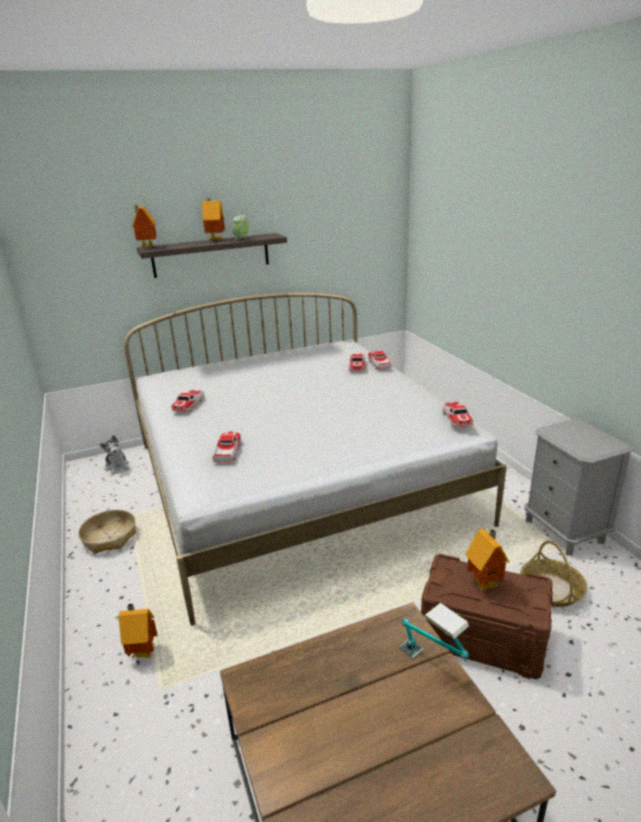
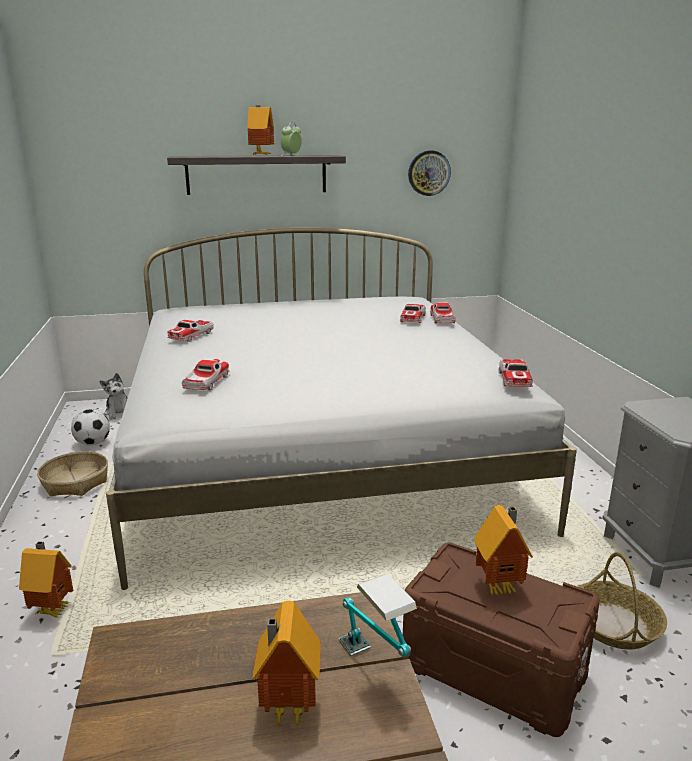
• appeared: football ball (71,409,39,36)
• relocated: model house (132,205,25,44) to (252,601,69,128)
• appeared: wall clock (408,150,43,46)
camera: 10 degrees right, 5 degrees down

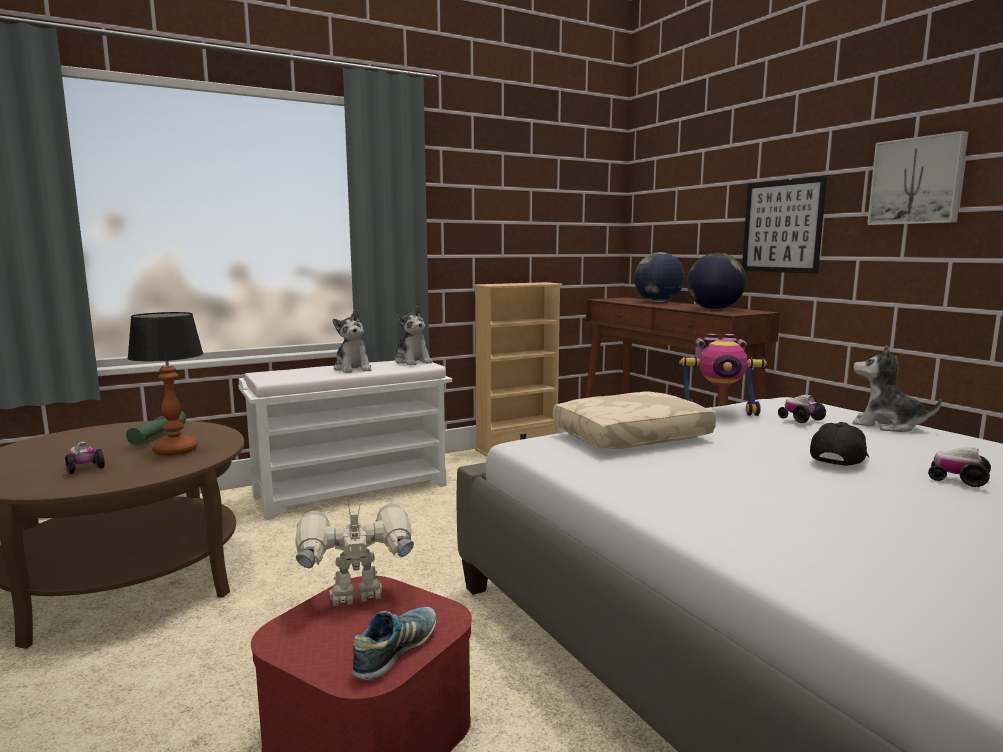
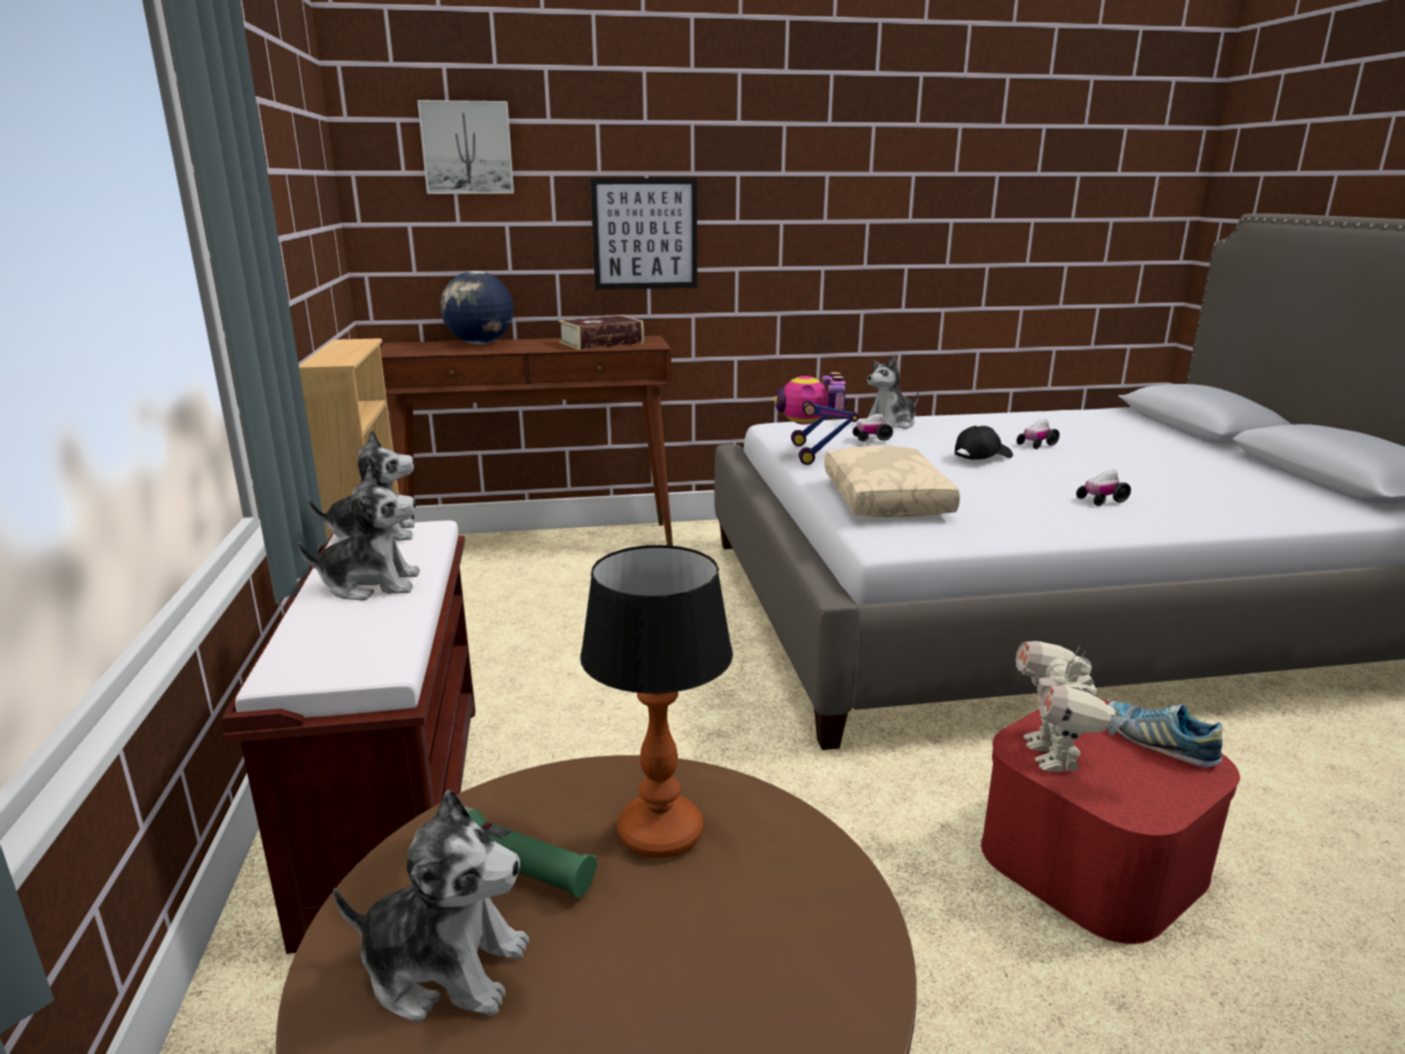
• colour: bench in white-coloured (238,360,214,160) to bench in brown (222,520,254,434)
• appeared: plush toy (333,789,196,233)
• relocated: wall art (867,131,102,94) to (417,100,97,94)
• exchanged: desk globe (687,253,59,57) to bound book (559,315,85,35)
• spun: toy robot (679,334,88,82) = (774,372,85,93) 150 degrees clockwise
• spun: baseball cap in black-coloured (810,422,60,44) = (955,426,58,34) 90 degrees clockwise
• relocated: toy car (65,442,40,32) to (1076,470,55,36)
camera: 70 degrees left, 10 degrees up

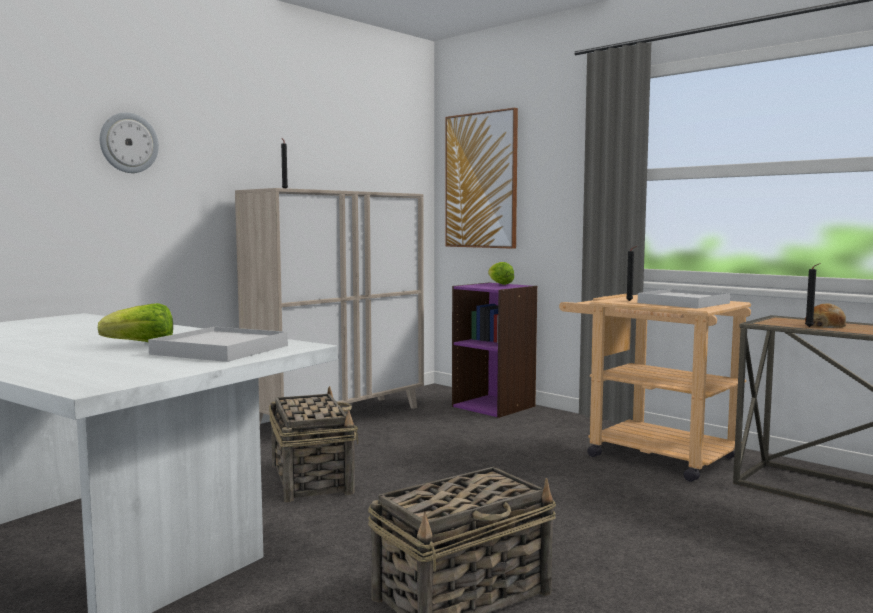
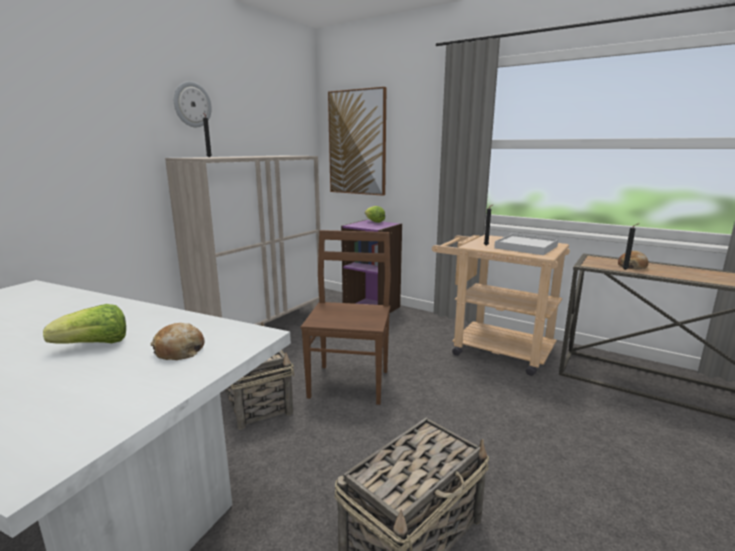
• exchanged: serving tray in white-coloured (148,327,140,35) to bakery bread (150,323,54,37)
• relocated: wall clock (100,112,59,61) to (174,81,38,46)
• appeared: chair in brown (301,230,90,175)
camera: 10 degrees left, 10 degrees up

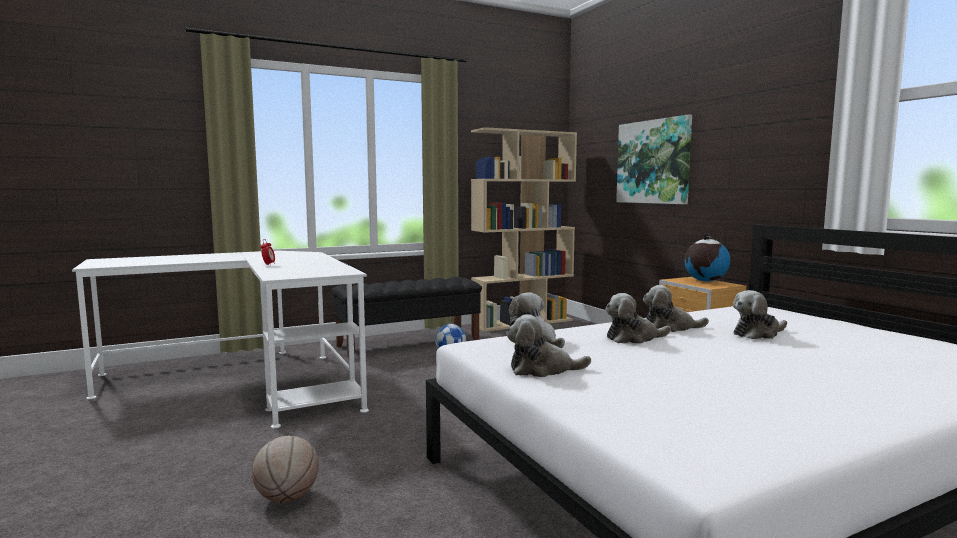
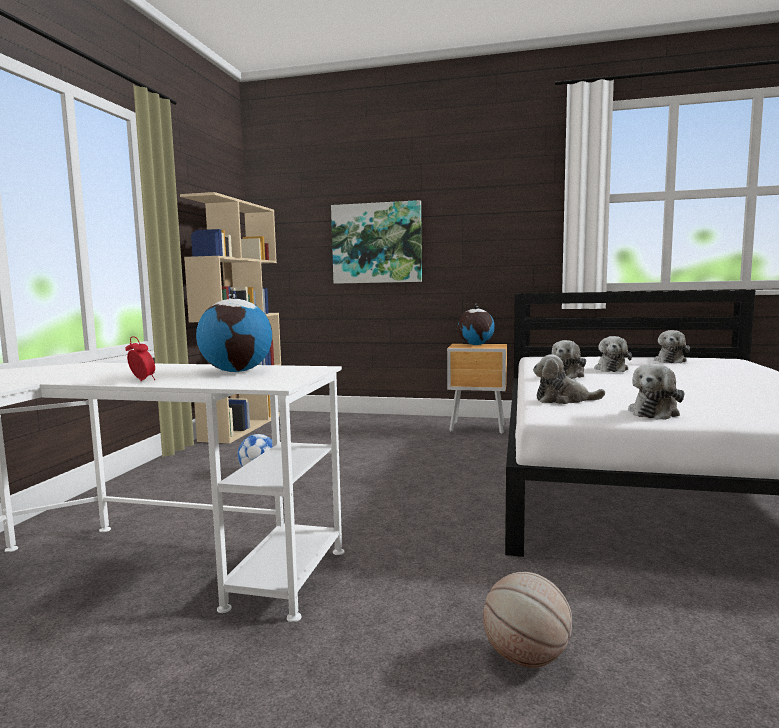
• appeared: desk globe (196,288,76,84)
• relocated: plush toy (605,293,66,51) to (654,330,36,34)
• missing: bench in black-coloured (332,277,150,82)
camera: 50 degrees left, 0 degrees up

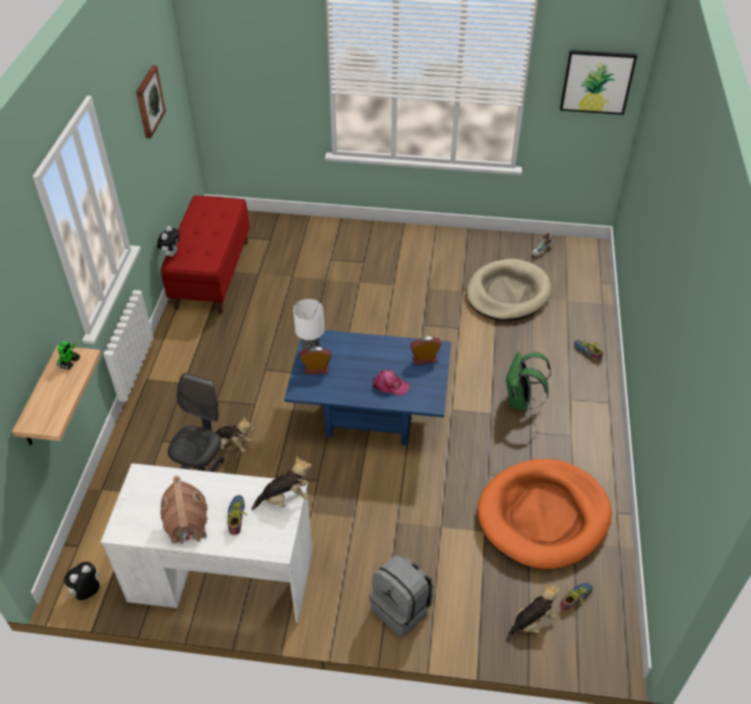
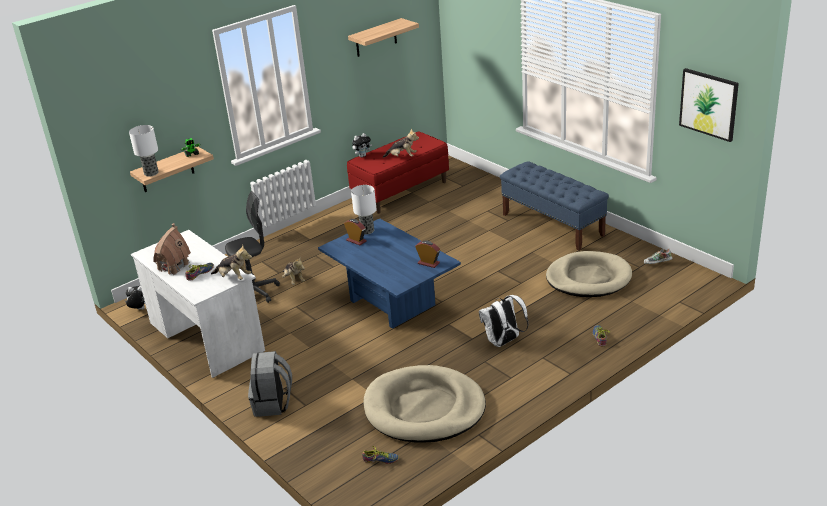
• appeared: table lamp (129,125,30,52)
• exchanged: wall art (136,65,30,74) to bracket shelf (348,18,71,39)
• colour: dog bed in orange-coloured (478,459,134,111) to dog bed in beige (363,365,123,78)
• relocated: plush toy (507,583,53,59) to (383,129,36,29)
• colour: rucksack in green (505,352,46,58) to rucksack in white-coloured (479,295,50,52)
• appeared: bench in blue-coloured (500,161,109,90)
• missing: baseball cap in pink-coloured (373,370,37,26)
camera: 45 degrees right, 15 degrees down

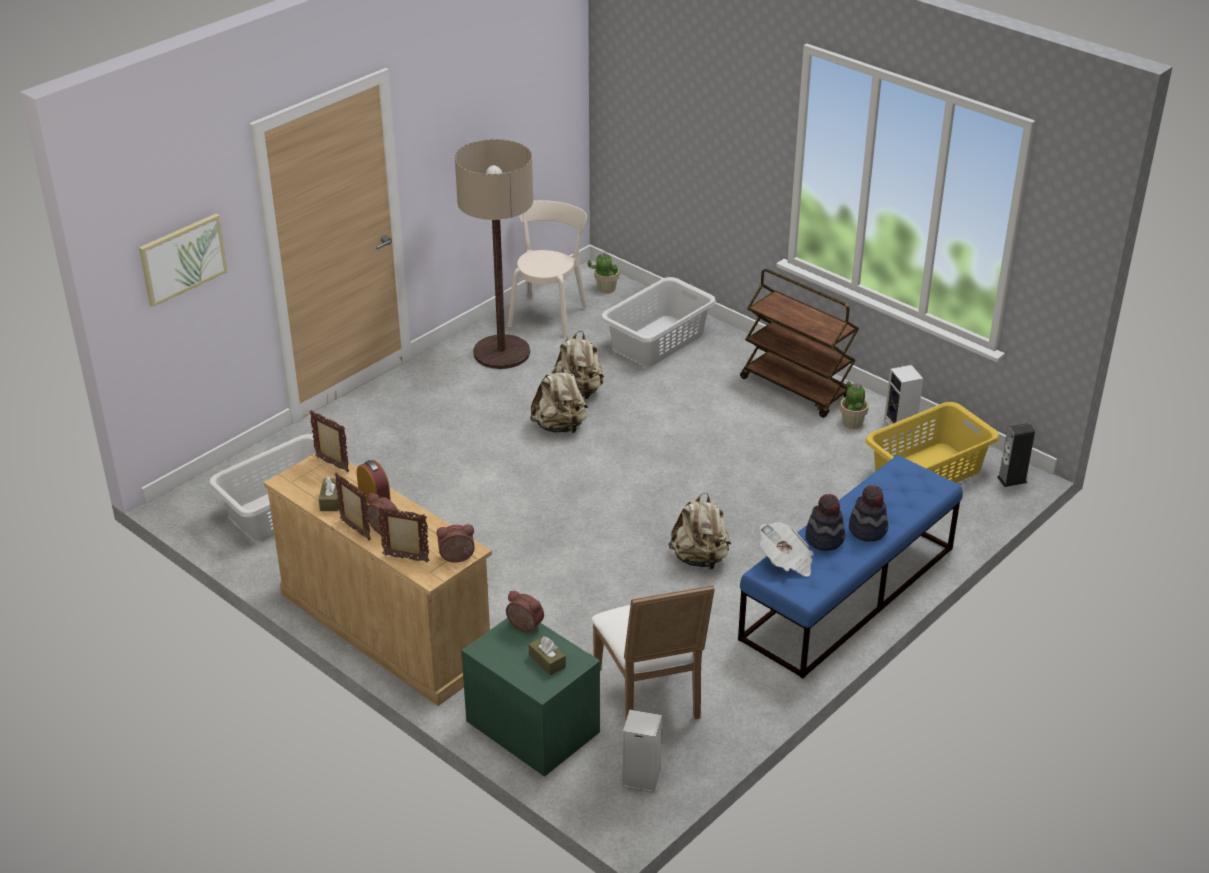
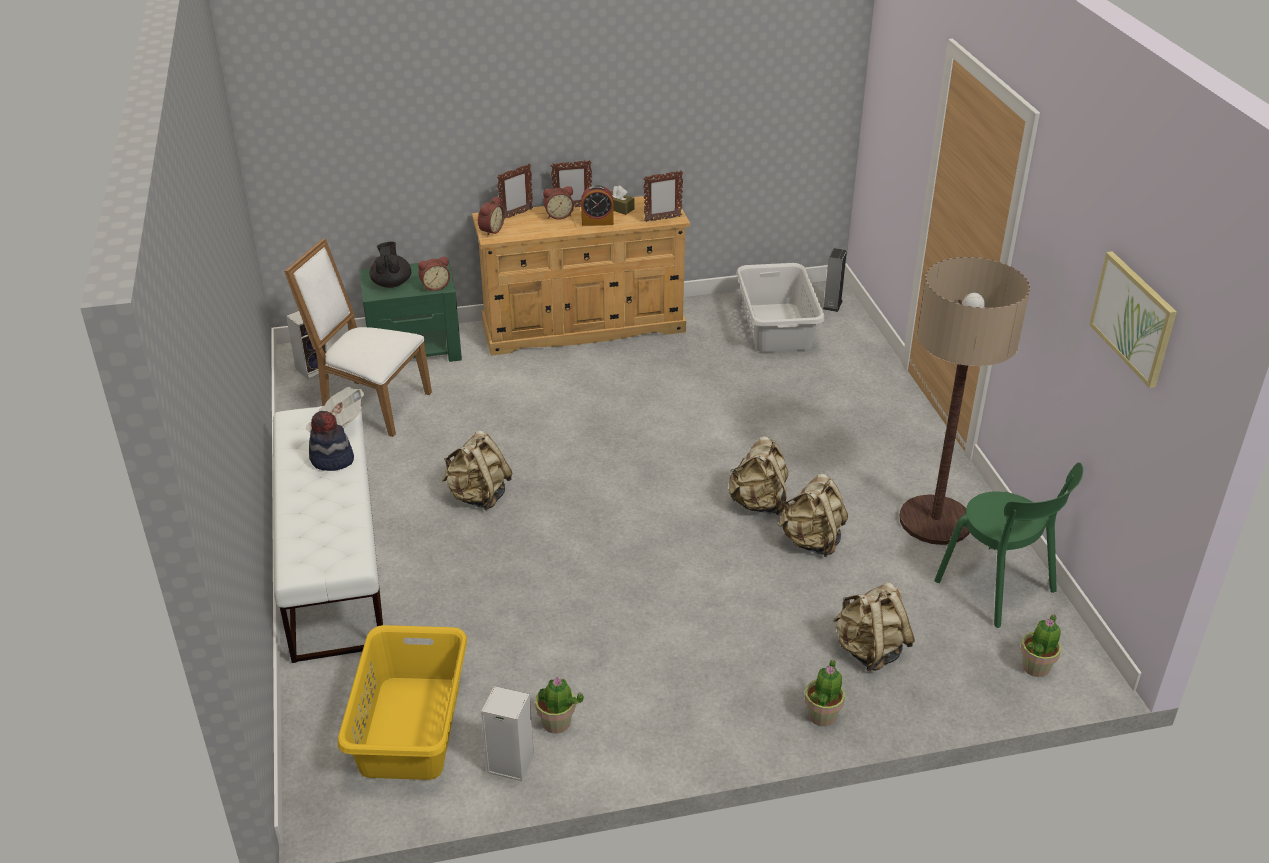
• colour: bench in blue-coloured (738,455,225,223) to bench in white-coloured (273,406,110,257)
• exchanged: tissue holder in brown (529,636,37,40) to teapot in black-coloured (370,242,41,46)
• appeared: plant in a pot (805,659,40,67)
• relocated: loudspeaker (997,423,38,64) to (823,248,24,64)
• exchanged: hamper in greyish (601,277,115,89) to rucksack in beige (833,582,82,89)
• colour: chair in beige (508,200,79,138) to chair in green (934,462,149,166)
• relocated: wall art (139,214,89,93) to (1089,251,88,137)
• missing: trolley in brown (740,269,119,149)
• missing: hat (849,485,39,57)
camera: 125 degrees right, 0 degrees up

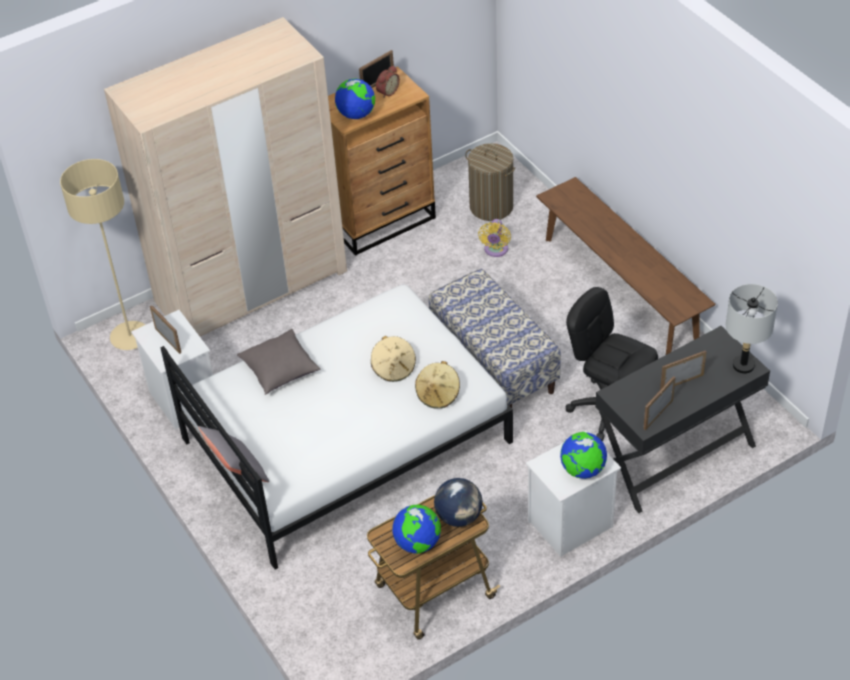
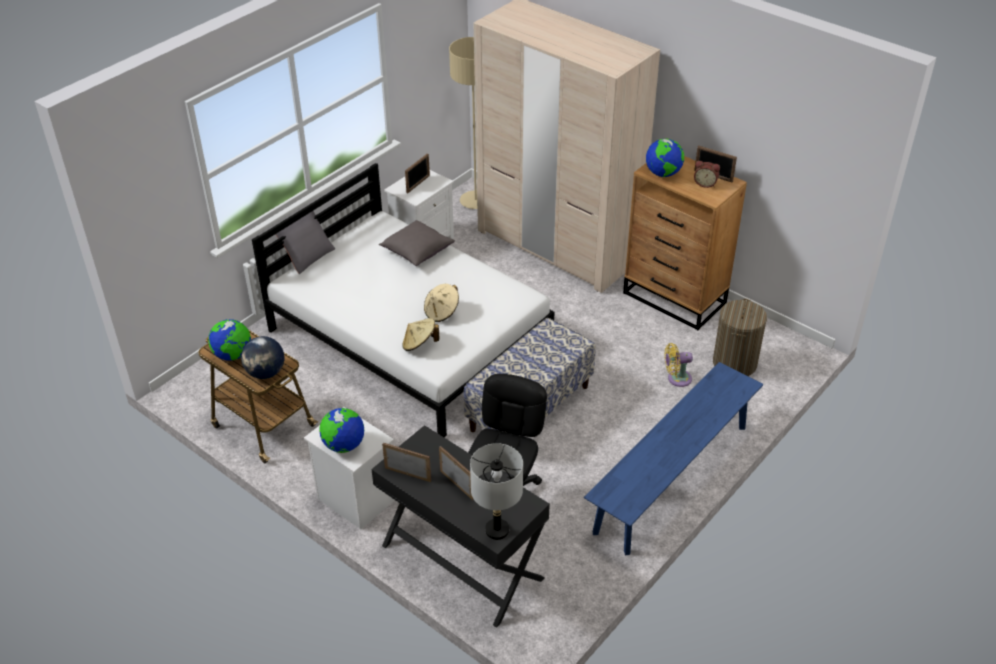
• colour: bench in brown (536,177,180,178) to bench in blue-coloured (584,362,179,194)
camera: 70 degrees right, 5 degrees down

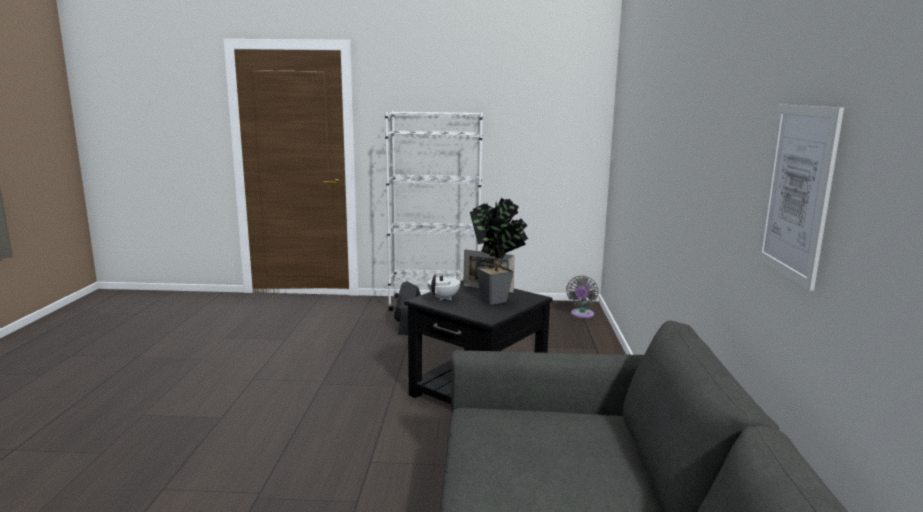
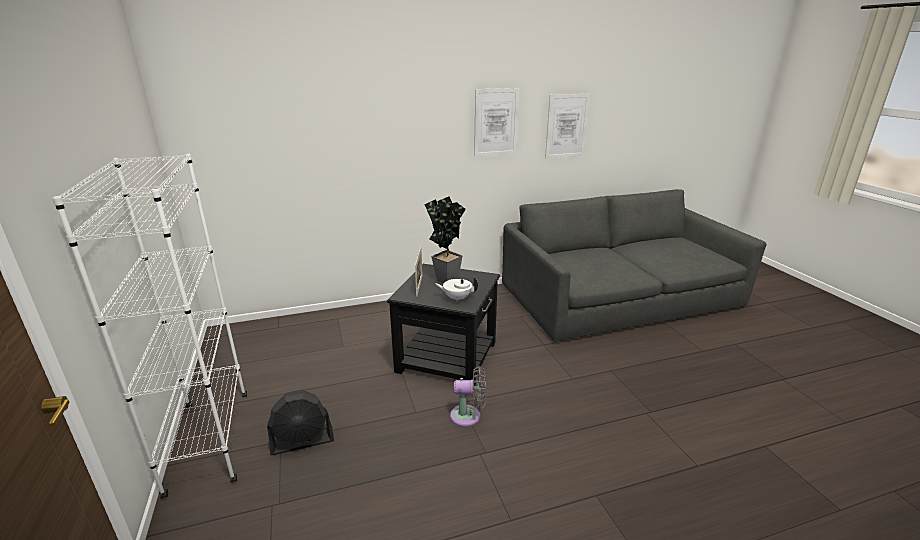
• relocated: fan in greyish (566,276,33,42) to (450,366,36,61)
• appeared: wall art (474,88,46,69)
camera: 110 degrees left, 10 degrees up

